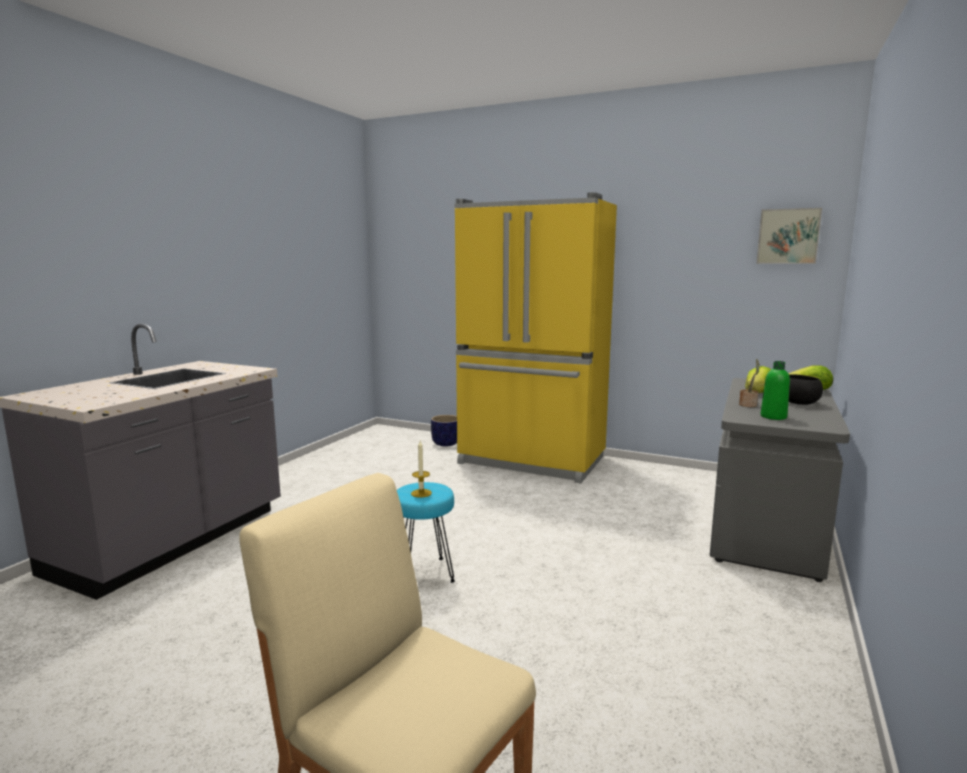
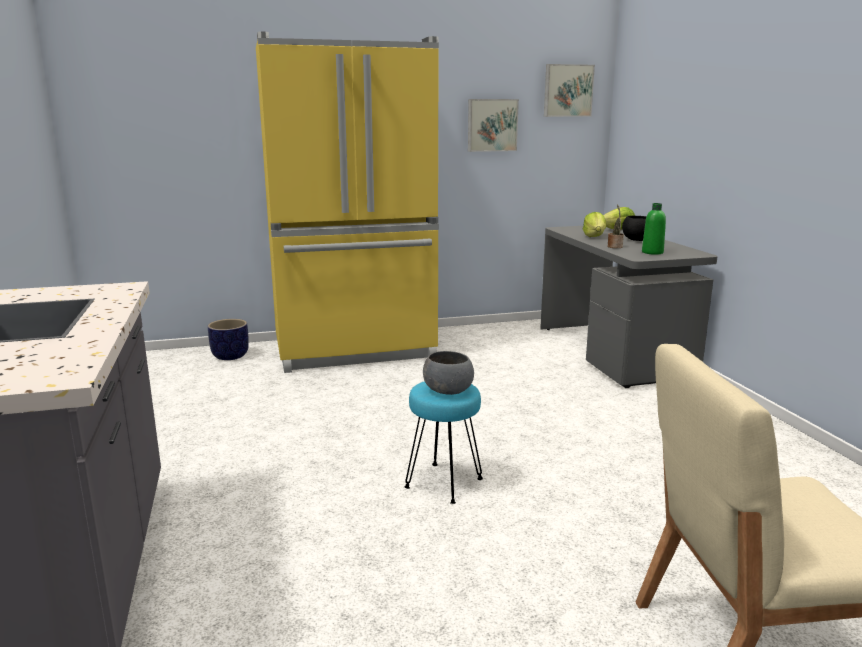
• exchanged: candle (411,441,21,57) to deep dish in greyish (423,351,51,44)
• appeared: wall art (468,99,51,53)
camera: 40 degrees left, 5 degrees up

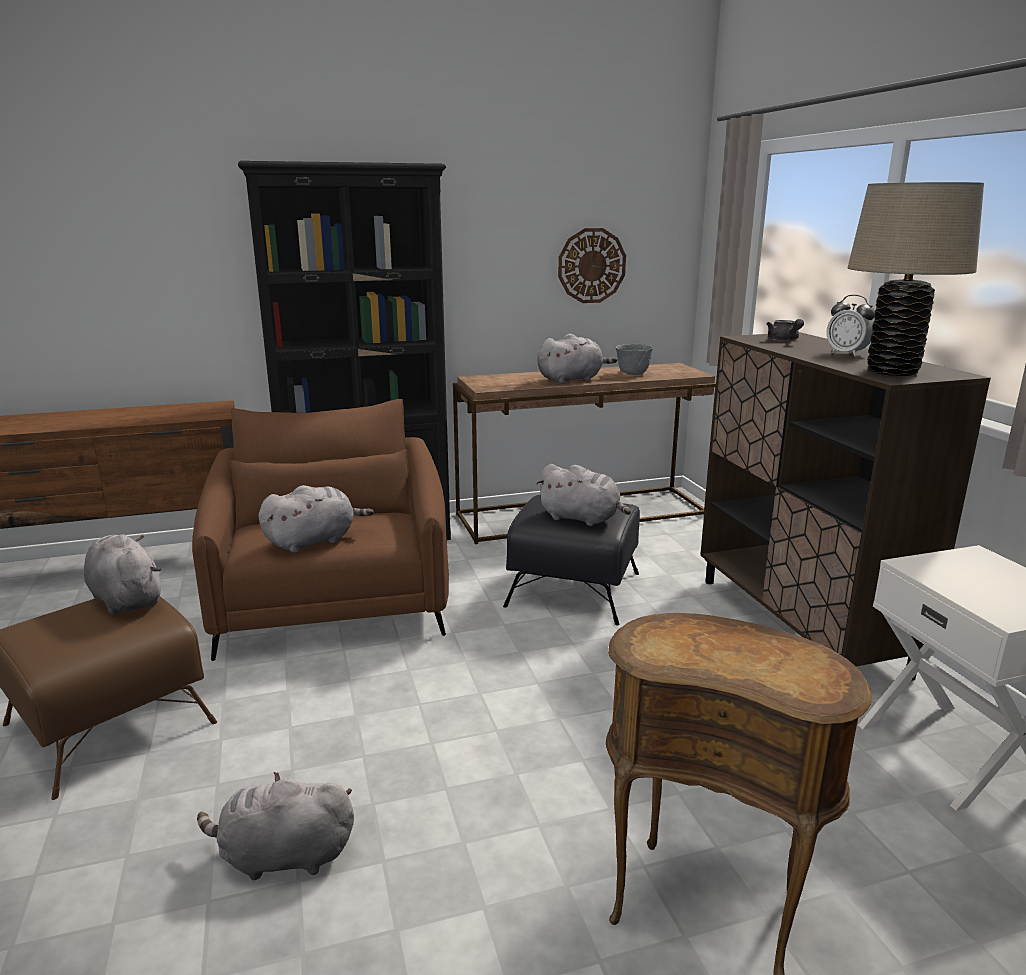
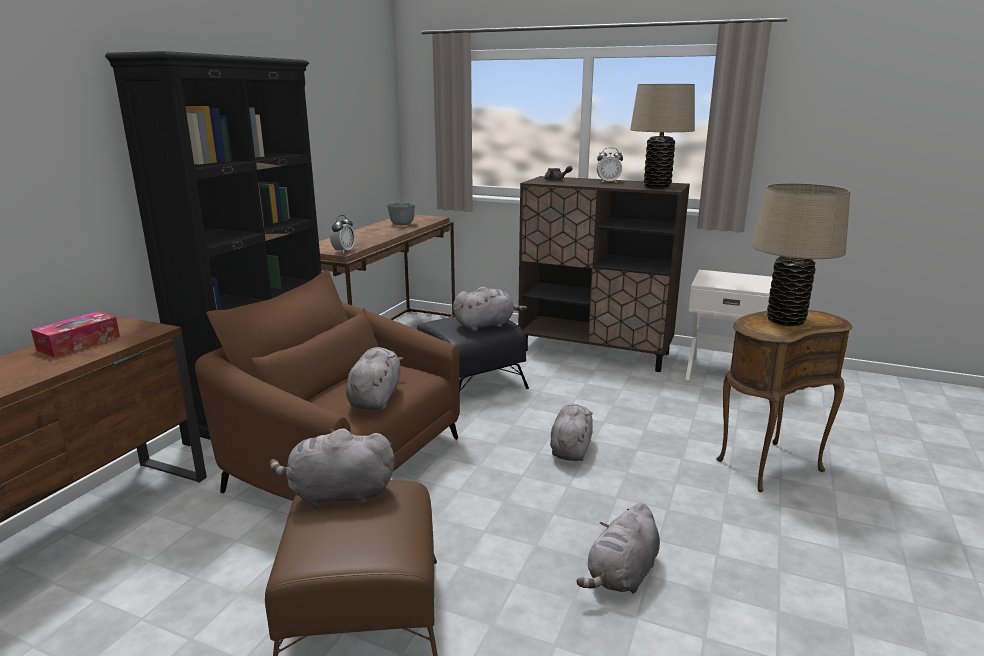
• appeared: tissue holder (31,311,89,47)
• appeared: alarm clock (330,215,25,39)
• relocated: plush toy in greyish (538,334,79,50) to (550,404,43,57)
• appeared: table lamp in beige (752,183,99,143)
• missing: wall clock (558,228,68,75)
camera: 50 degrees left, 0 degrees up

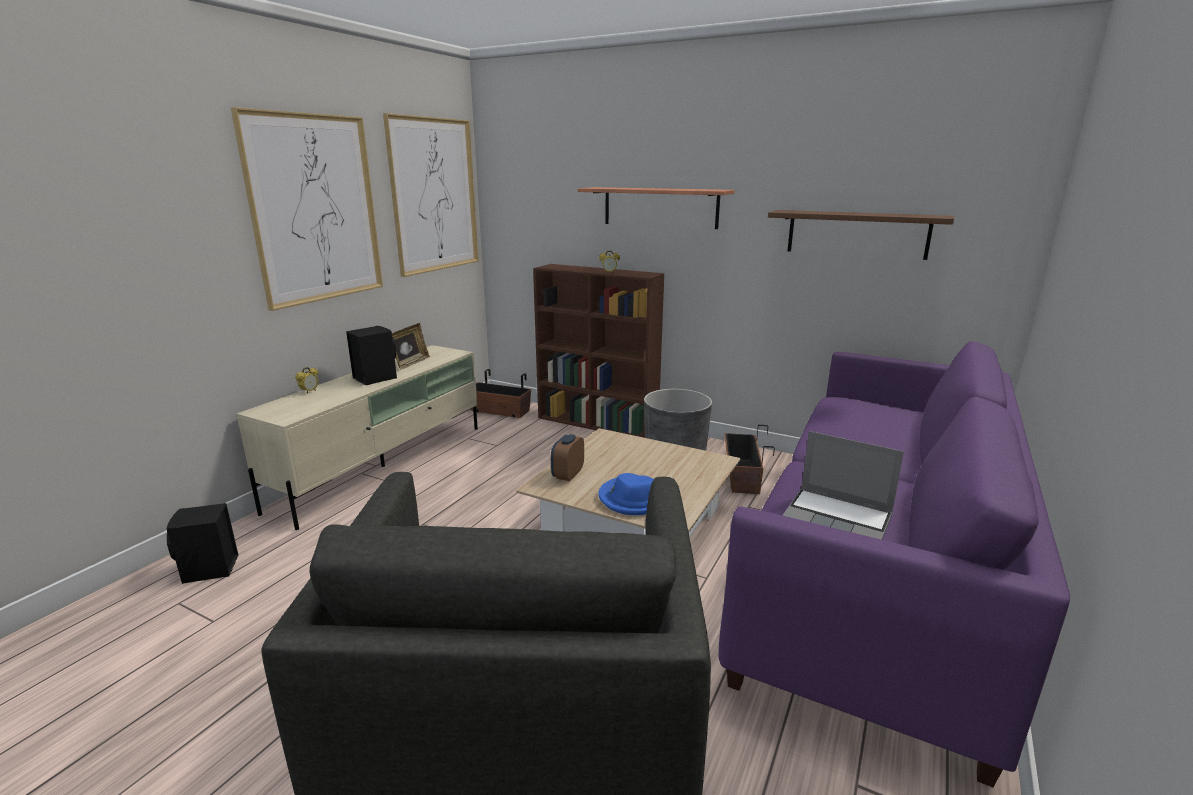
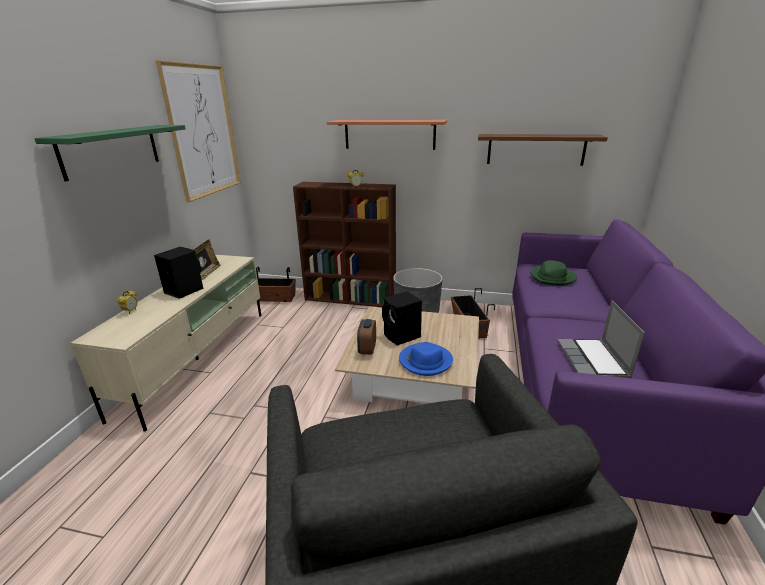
• exchanged: wall art (231,107,152,204) to bracket shelf in green (34,125,152,57)
• relocated: loudspeaker in black-coloured (167,503,71,81) to (382,291,40,54)
• appeared: hat in green (530,260,47,26)
• spun: portable computer (782,431,122,109) = (557,300,88,78) 75 degrees clockwise
camera: 15 degrees left, 5 degrees up

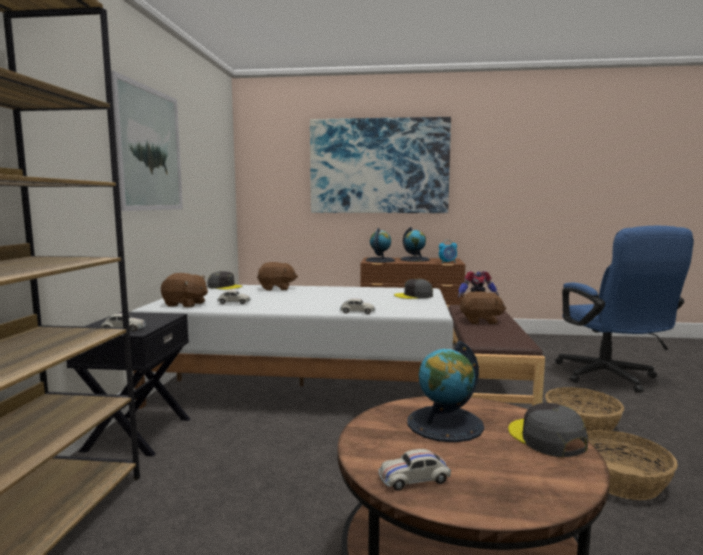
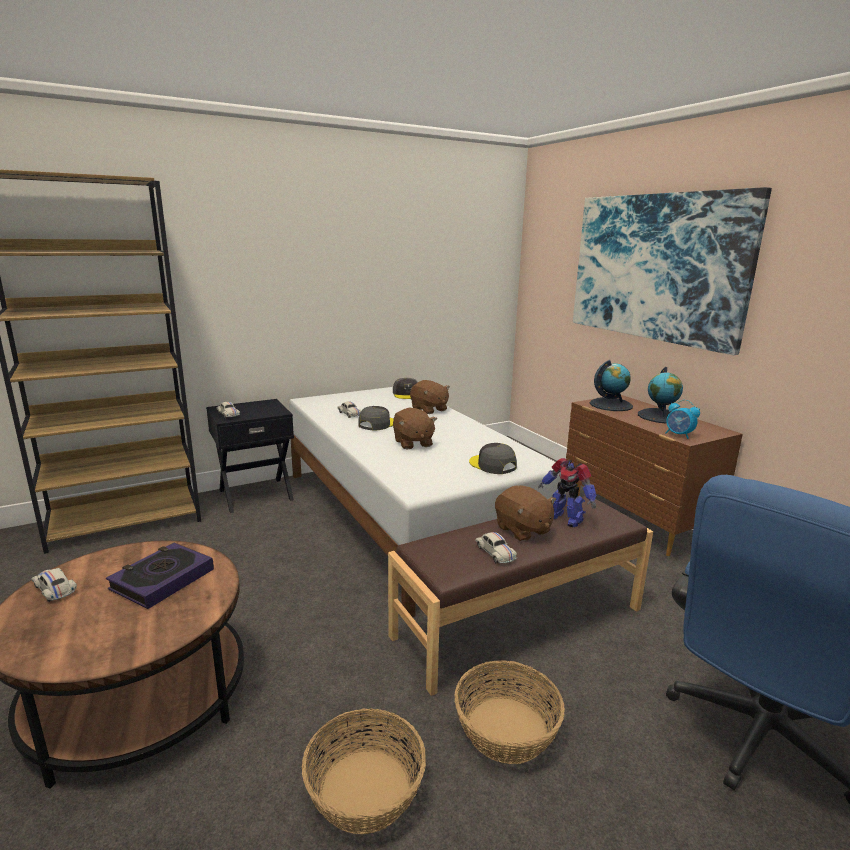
• exchanged: desk globe (407,341,77,101) to bound book (106,543,108,66)
• relocated: baseball cap in greyish (508,403,80,54) to (358,406,35,25)
• relocated: plush toy in brown (161,273,47,35) to (393,408,44,41)
• relocated: toy car in white-coloured (340,298,36,16) to (475,532,42,32)
• missing: wall art (111,71,72,140)
camera: 55 degrees right, 10 degrees up

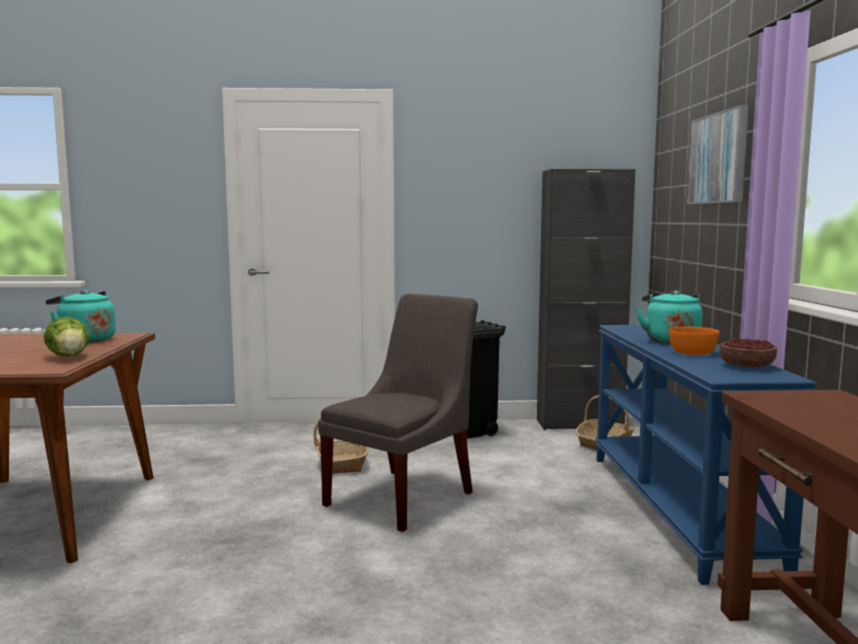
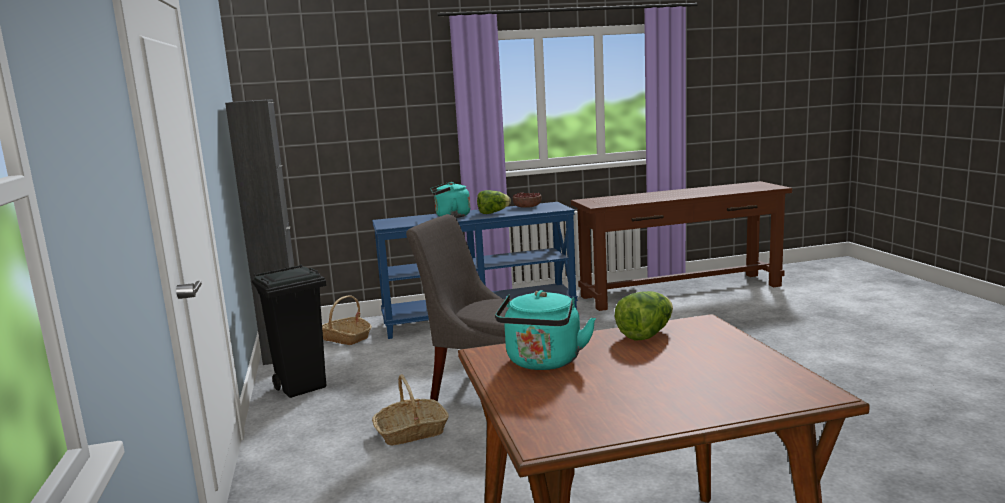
• exchanged: deep dish in orange-coloured (669,327,50,28) to lettuce (477,190,34,24)
• missing: wall art (687,105,62,99)
camera: 100 degrees left, 5 degrees up

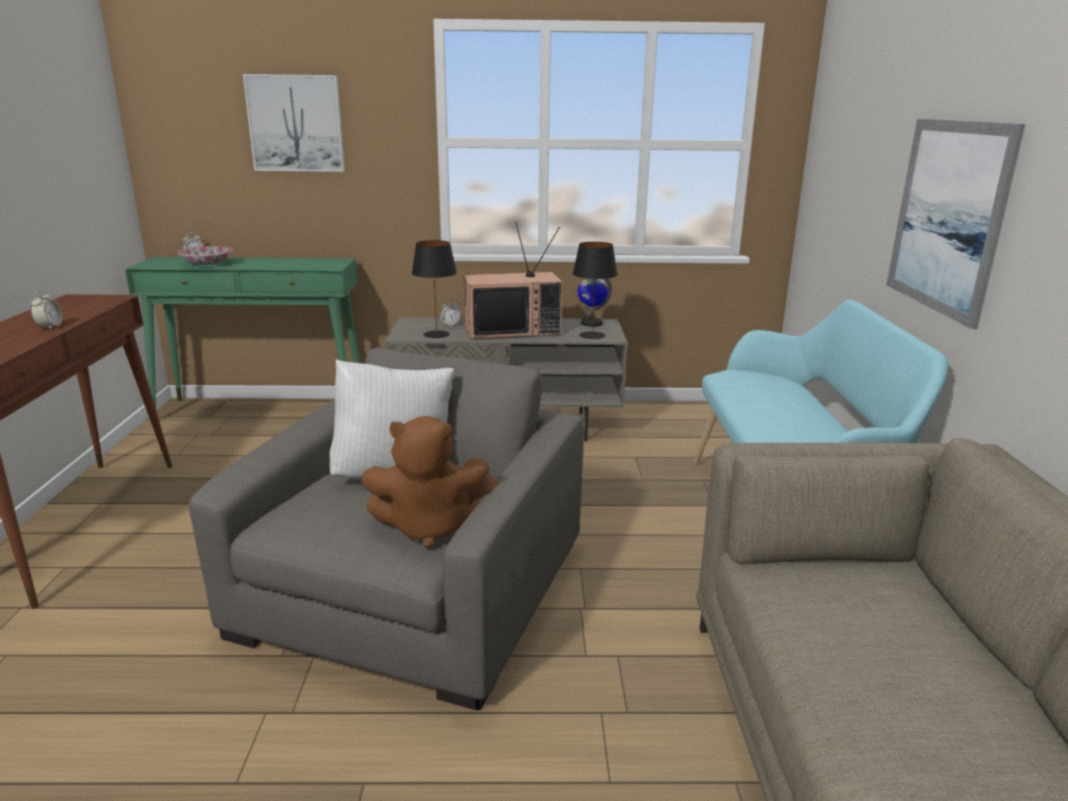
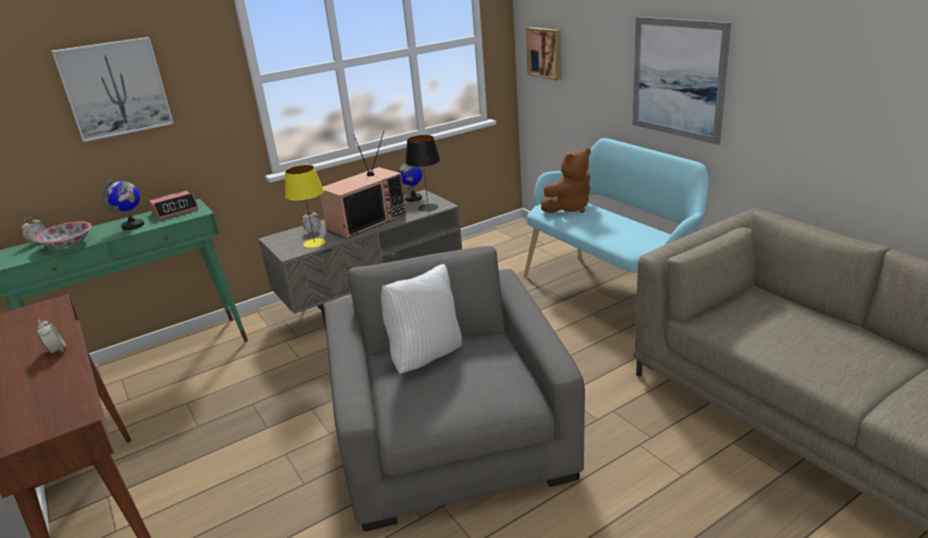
• appeared: desk globe (101,180,43,50)
• appeared: alarm clock (149,191,50,29)
• colour: table lamp in black-coloured (412,240,45,98) to table lamp in yellow (285,165,41,83)
• appeared: wall art (526,27,35,53)
• relocated: plush toy in brown (361,416,138,132) to (541,148,50,65)
camera: 30 degrees left, 5 degrees up

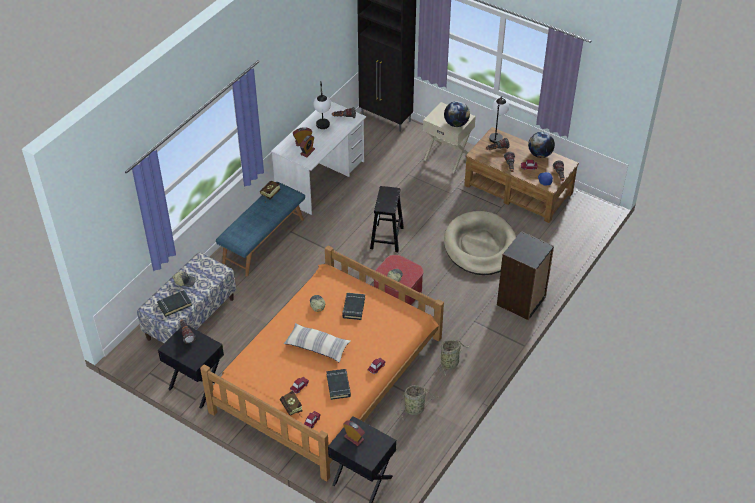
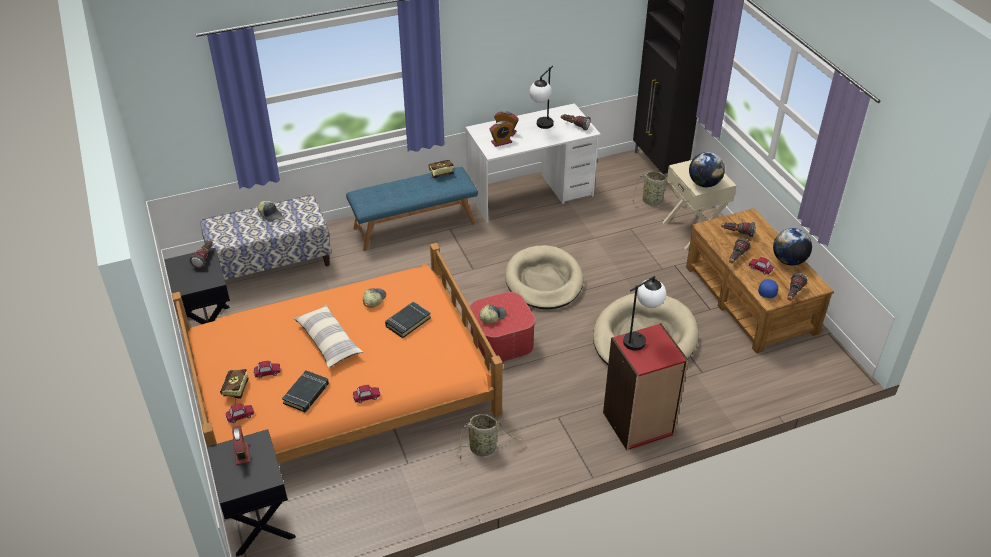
• exchanged: sitting stool in black-coloured (370,186,34,66) to dog bed in beige (505,245,78,64)
• colour: bookcase in black-coloured (497,231,57,89) to bookcase in reddish (603,323,85,127)
• relocated: table lamp (489,96,20,47) to (623,276,43,75)
• relocated: household basket (395,385,46,36) to (631,171,49,35)
• missing: bound book in black-coloured (157,290,35,27)
camera: 35 degrees right, 5 degrees down

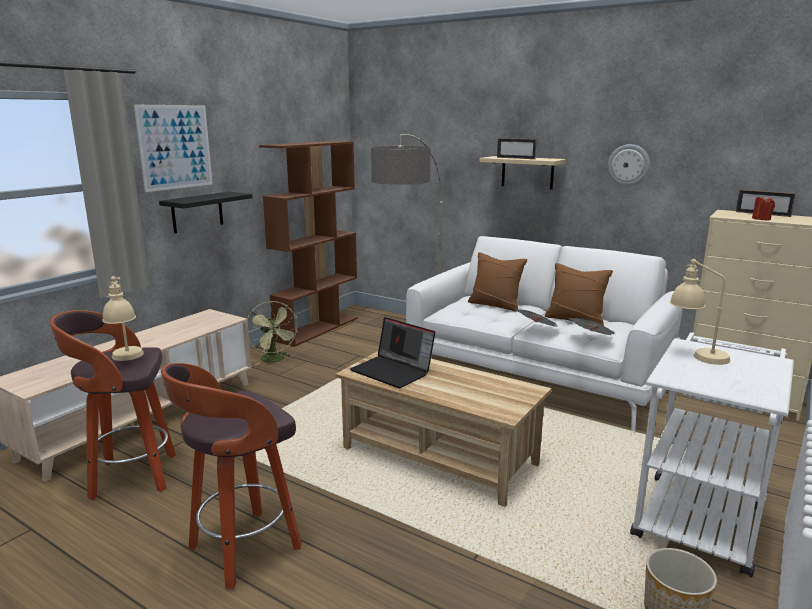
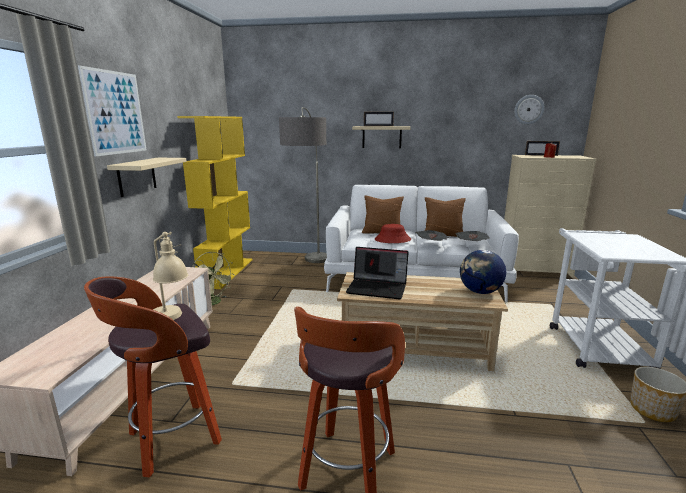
• colour: bracket shelf in black-coloured (159,192,94,41) to bracket shelf in beige (107,158,80,39)
• colour: bookcase in brown (259,141,99,206) to bookcase in yellow (177,116,76,173)
• appeared: hat in reddish (375,224,36,19)
• appeared: desk globe (460,250,46,44)
• relocated: wall clock (608,144,42,42) to (514,95,31,30)
• missing: table lamp in beige (670,259,60,106)
camera: 25 degrees left, 0 degrees up

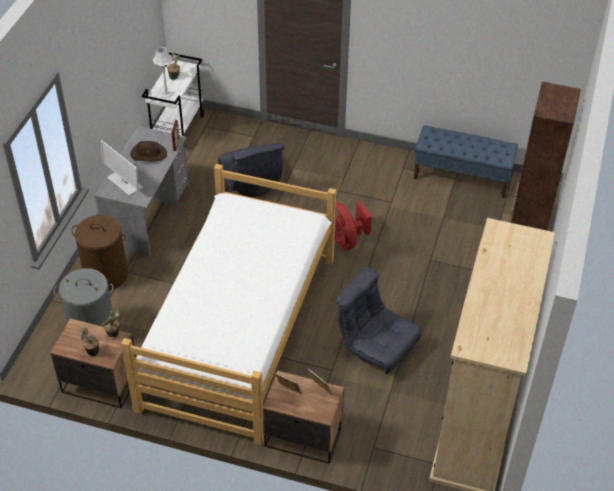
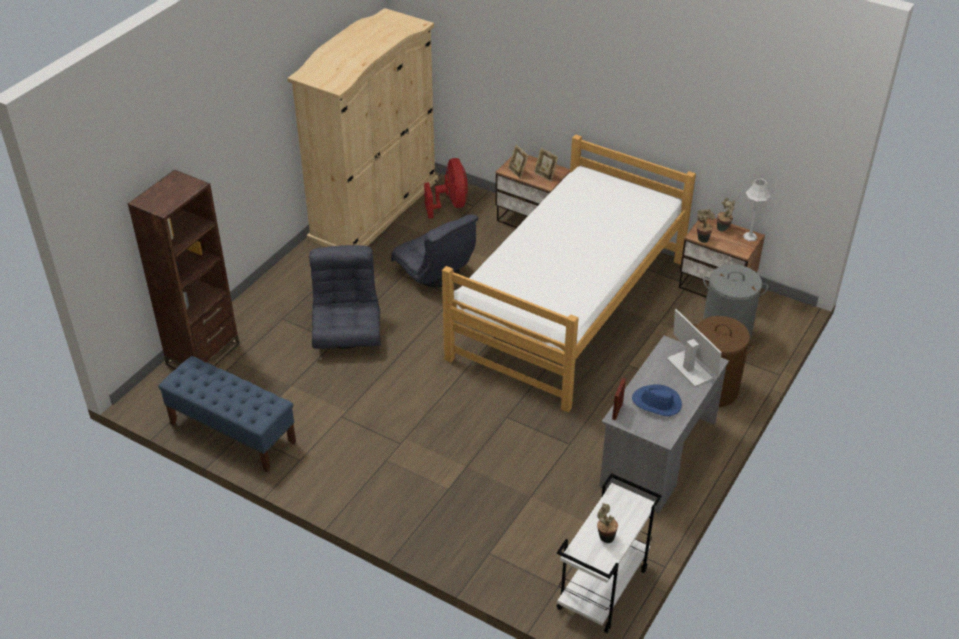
• relocated: easy chair in greyish (218,143,67,54) to (309,245,72,104)
• relocated: fan in reddish (335,201,37,49) to (424,158,44,61)
• colour: hat in brown (130,141,37,21) to hat in blue-coloured (632,384,50,32)
• relocated: table lamp in greyish (152,47,21,51) to (743,179,28,62)
camera: 165 degrees left, 5 degrees down

